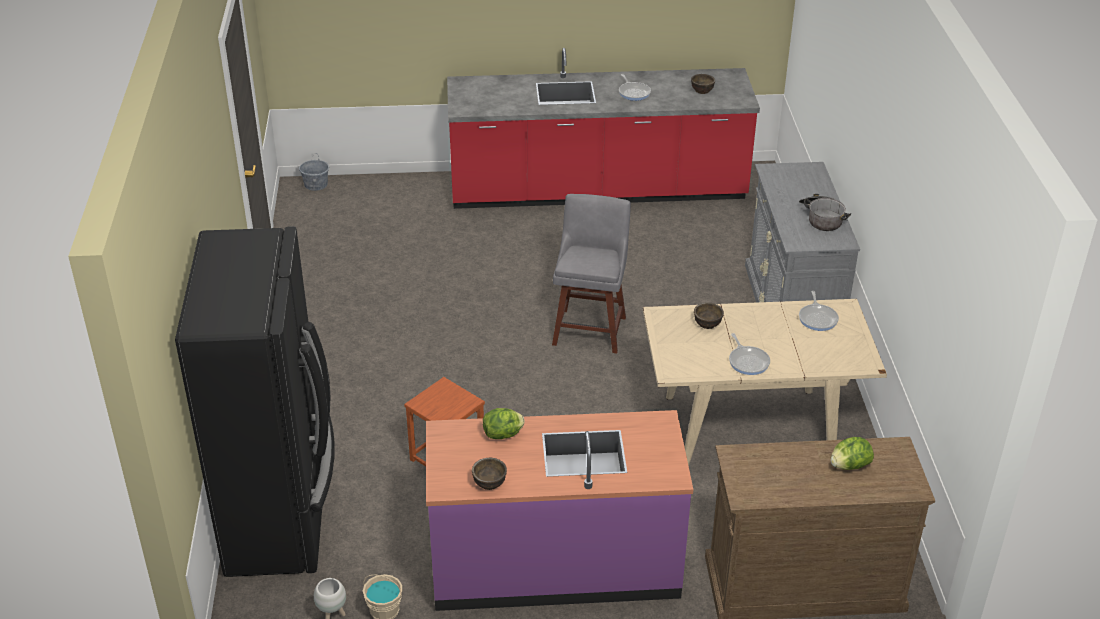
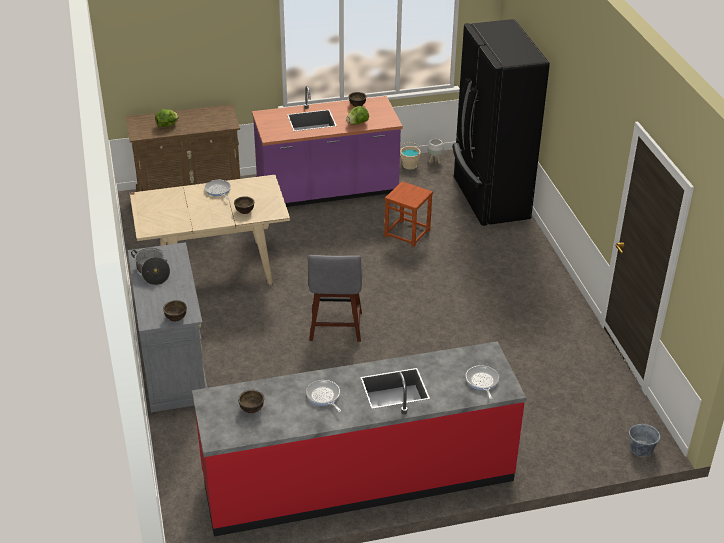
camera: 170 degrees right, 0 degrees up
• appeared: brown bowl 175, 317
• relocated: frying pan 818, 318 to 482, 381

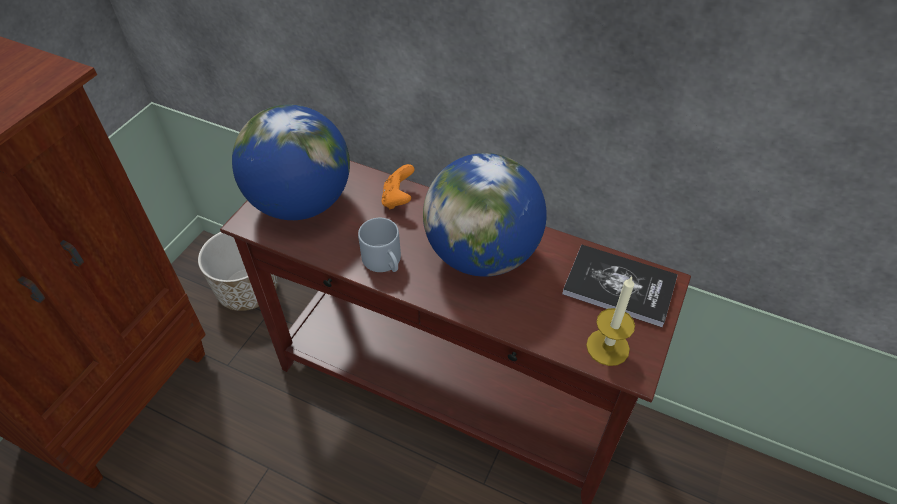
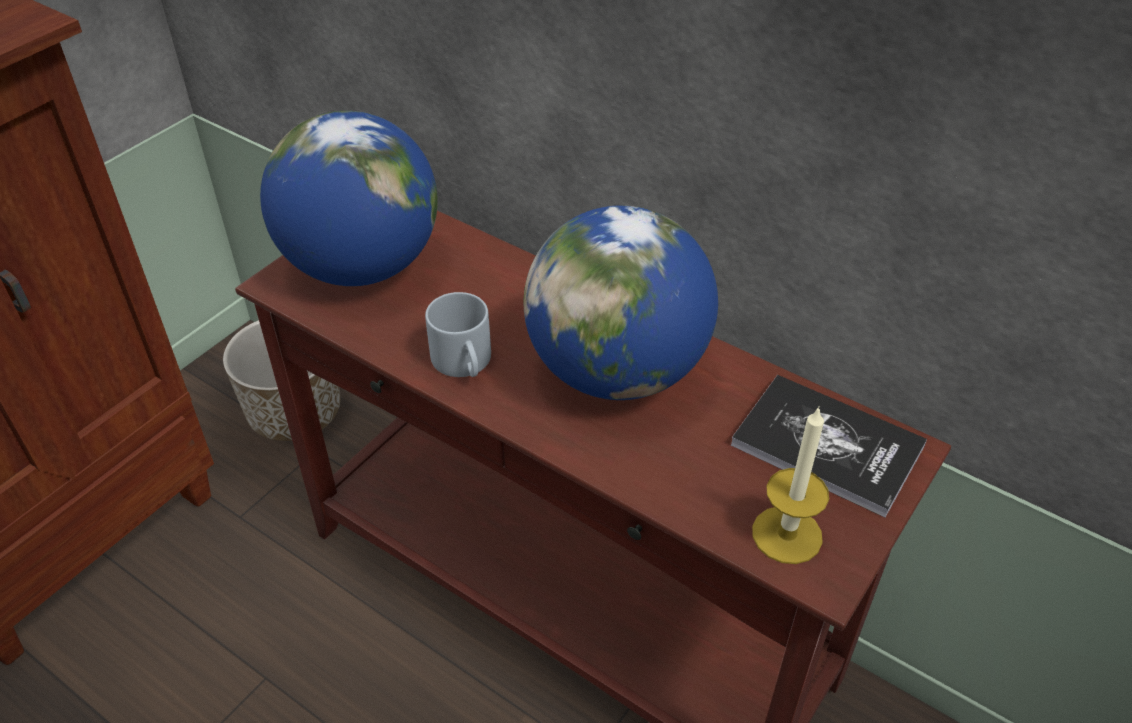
camera: 10 degrees right, 5 degrees down
• missing: orange game controller 398, 199

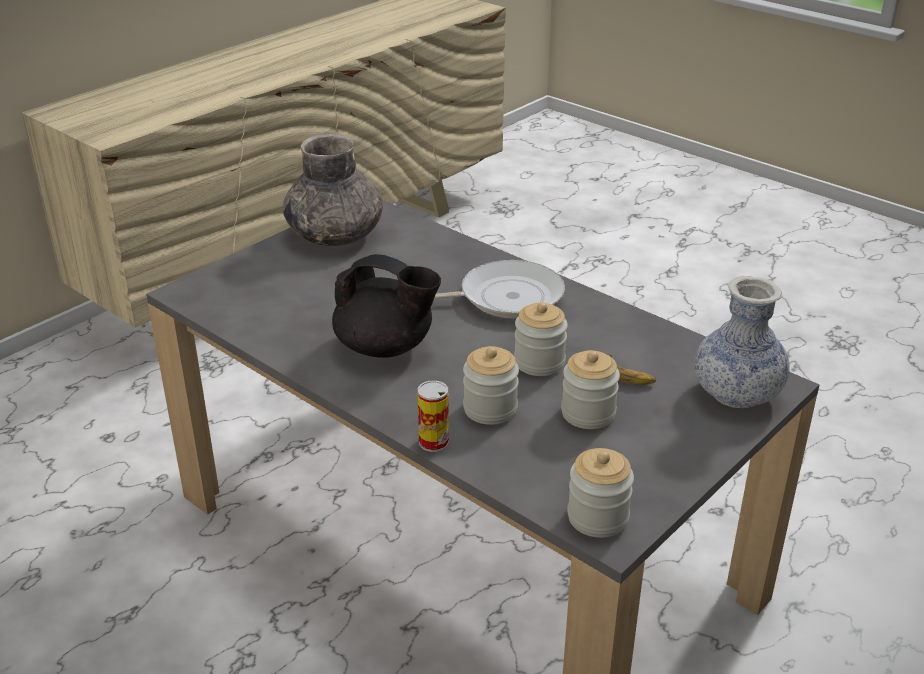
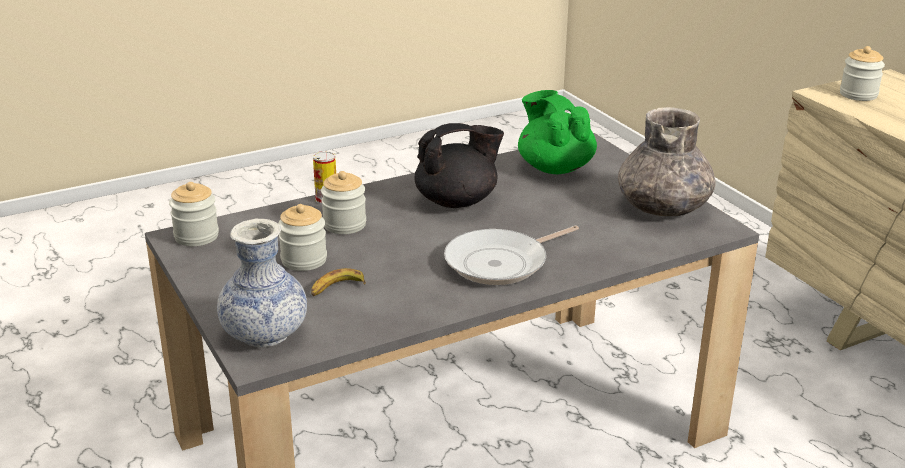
camera: 110 degrees right, 5 degrees down
• appeared: green teapot 554, 167
• relocated: jar 539, 362 to 858, 94
• spun: black teapot 385, 347 = 457, 201 150 degrees counterclockwise
• spun: frying pan 504, 297 = 501, 263 45 degrees clockwise

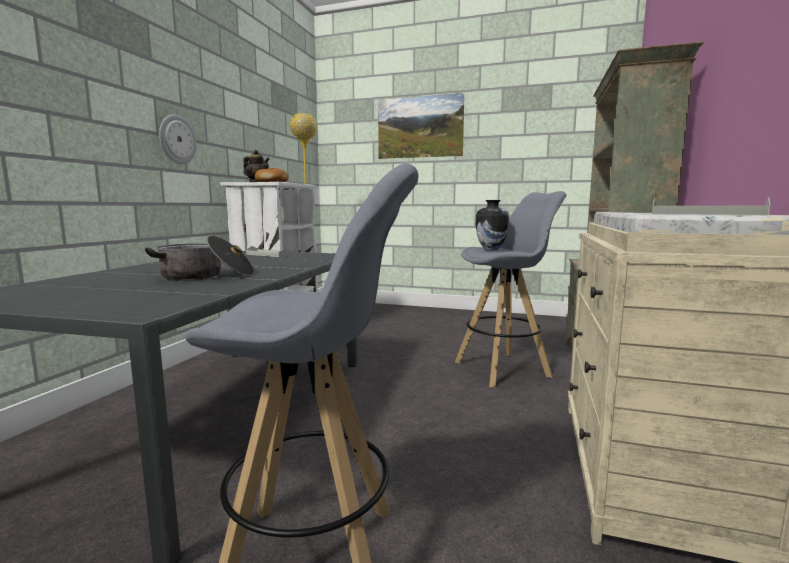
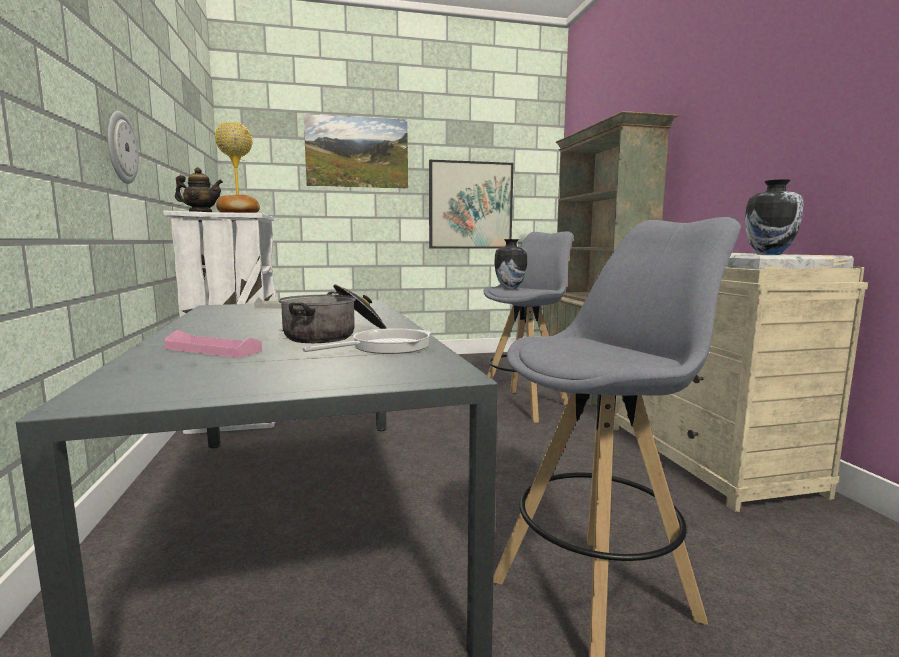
camera: 30 degrees left, 0 degrees up
• appeared: pink tray 213, 350
• appeared: frying pan 385, 347
• appeared: picture 470, 205
• exchanged: grey tray 706, 214 to vase 769, 254

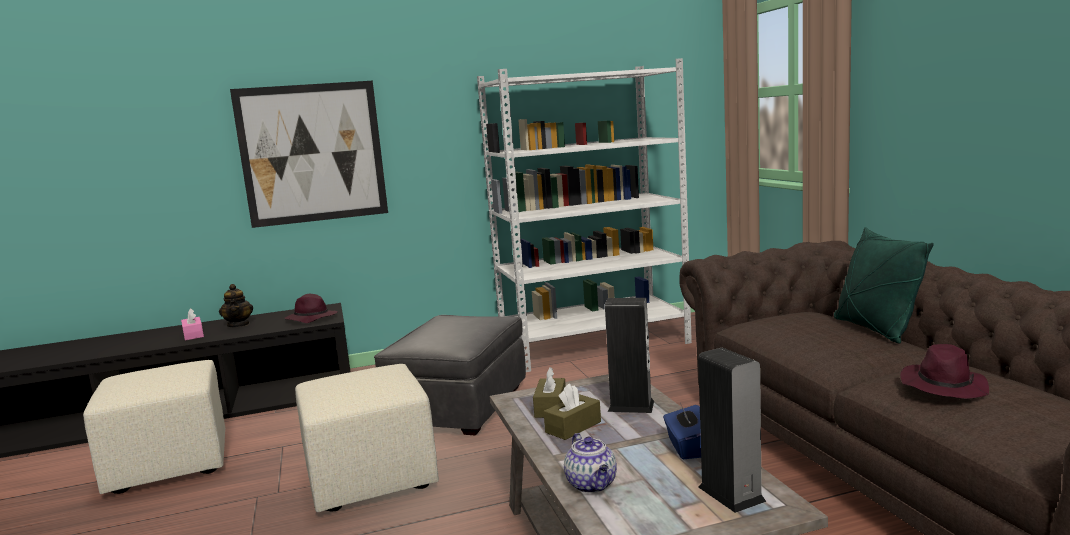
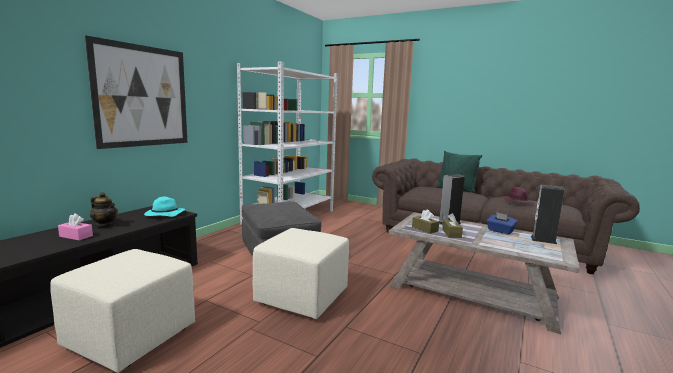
camera: 45 degrees left, 0 degrees up
• missing: teapot 592, 485
• colour: purple hat 311, 319 to turquoise hat 164, 214

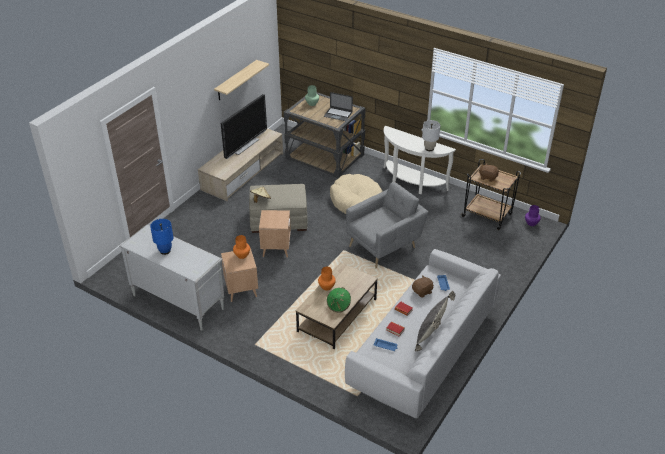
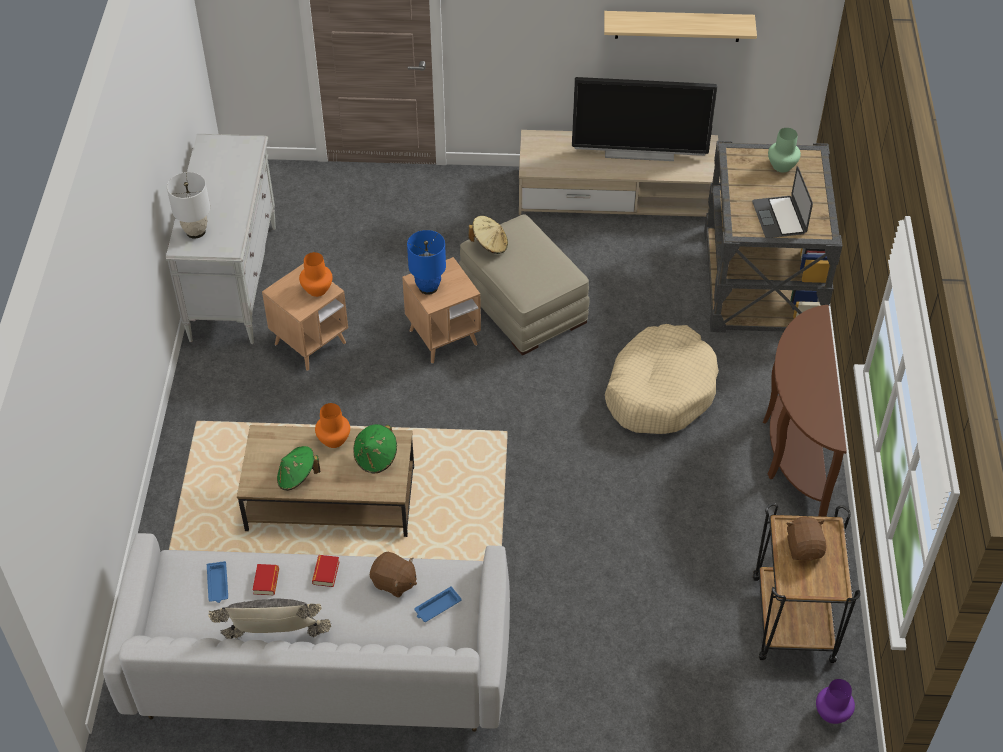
camera: 60 degrees right, 10 degrees up
• missing: grey armchair 385, 246
• appeared: green hat 376, 458
• relocated: blue table lamp 165, 251 to 428, 287
• relocated: white table lamp 429, 148 to 195, 231
• colour: white console table 411, 183 to brown console table 793, 448

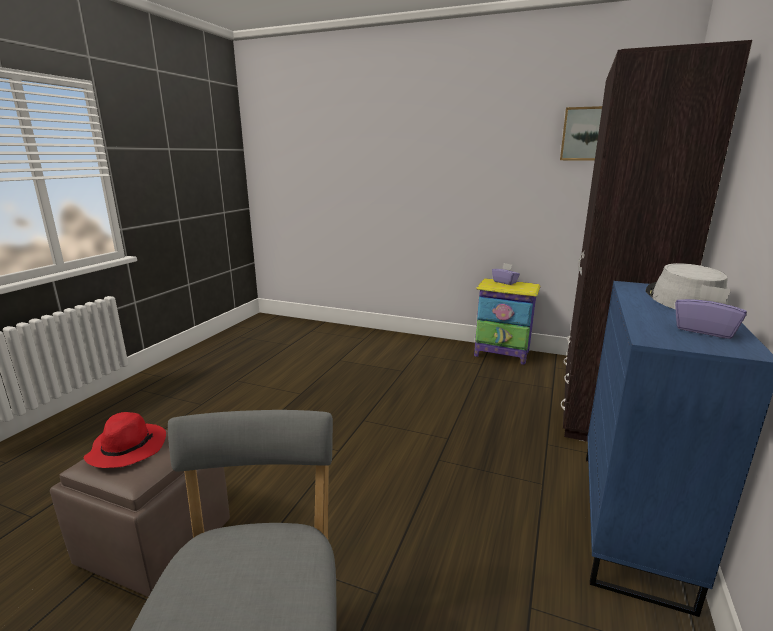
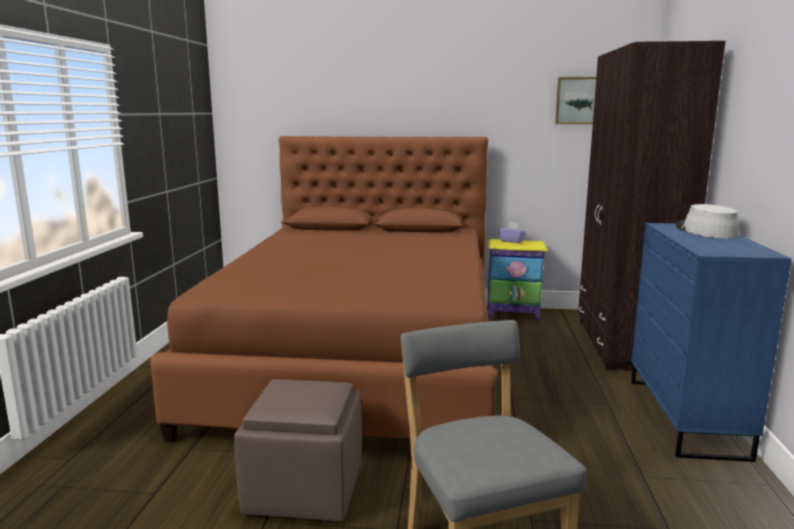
camera: 15 degrees left, 5 degrees down
• missing: red hat 127, 448
• missing: purple tissue box 705, 330
• appeared: brown bed 361, 357

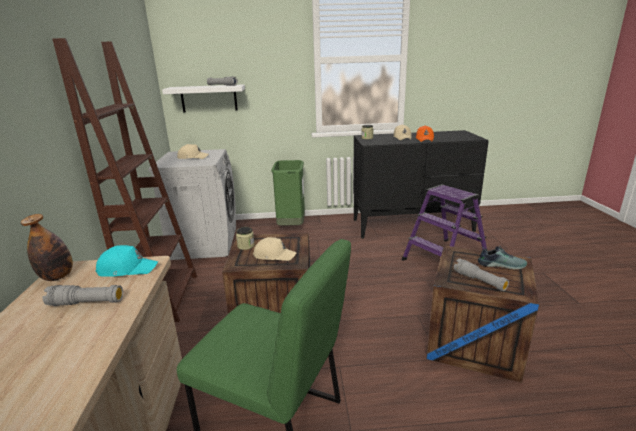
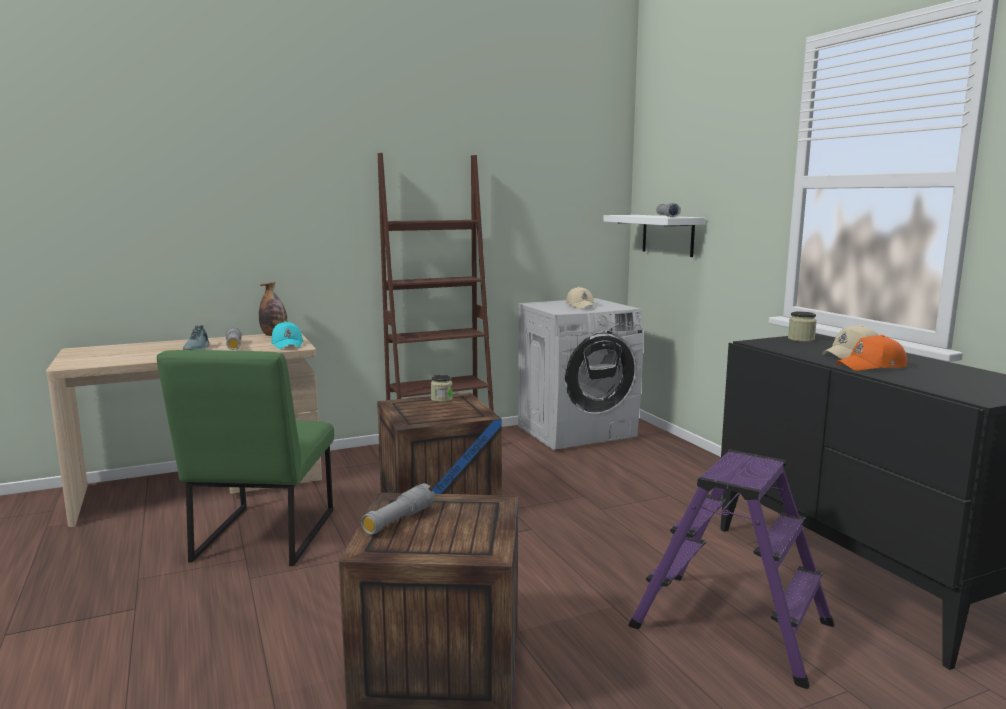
camera: 70 degrees right, 10 degrees down
• missing: beige cap 274, 255
• missing: green trash can 291, 227
• relocated: shoe 501, 264 to 198, 349

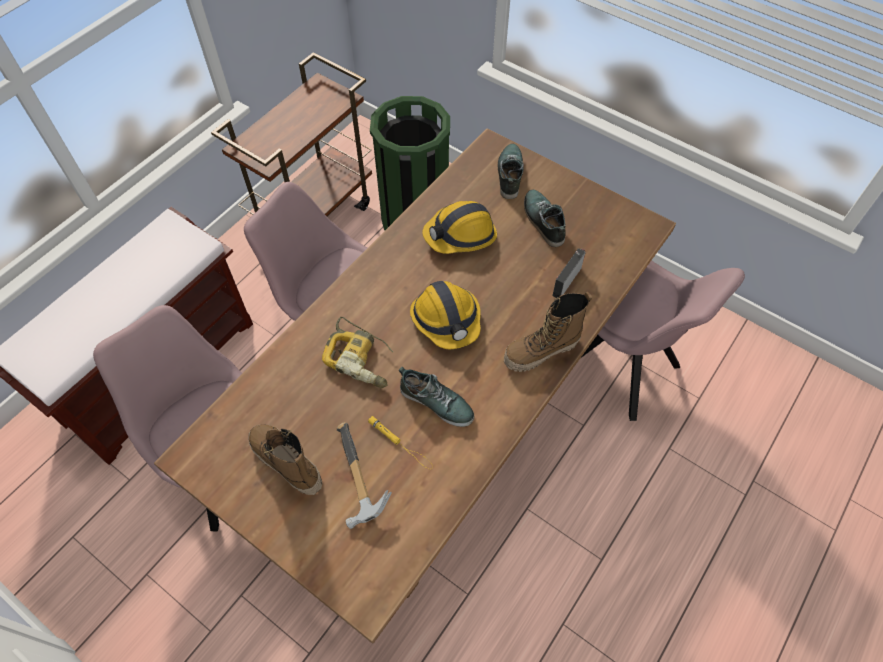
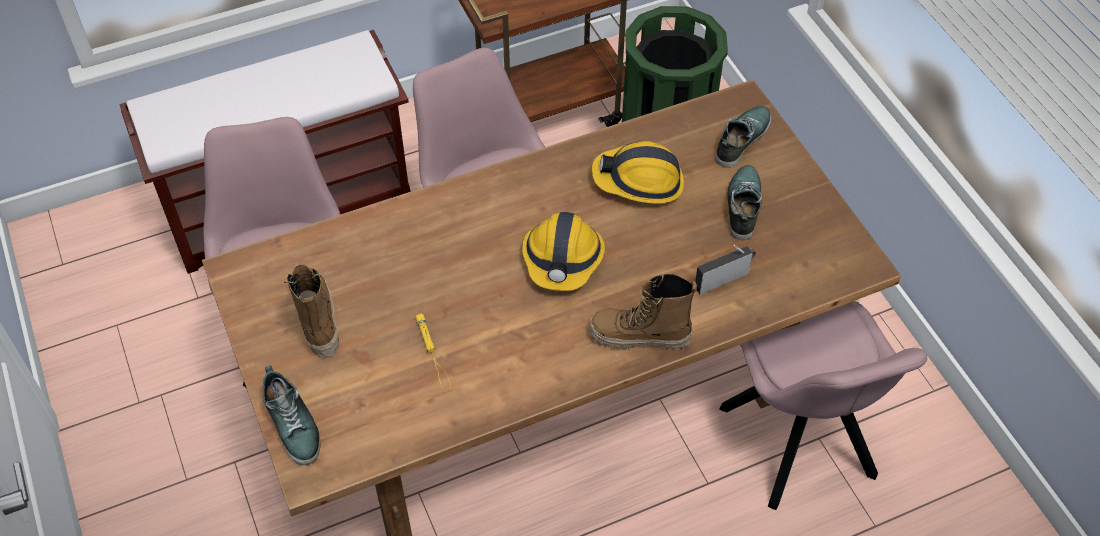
camera: 30 degrees right, 5 degrees down
• missing: power drill 361, 358
• missing: hammer 354, 480
• relocated: shoe 437, 402 to 293, 424

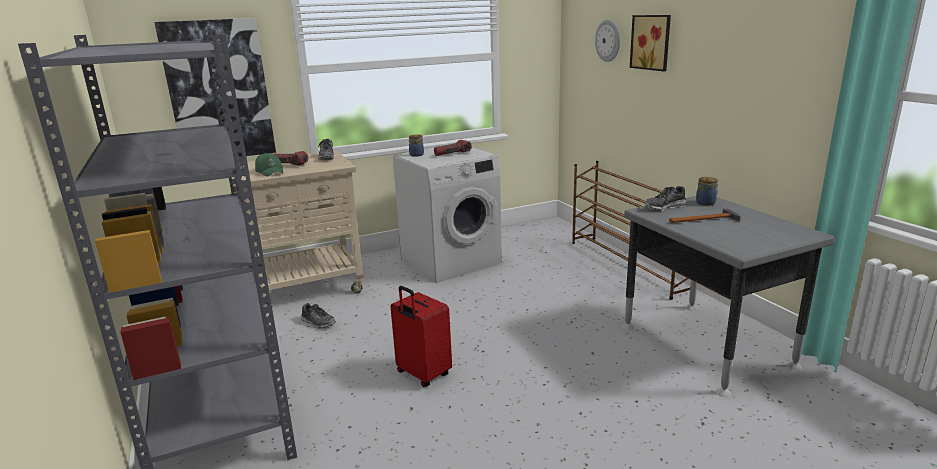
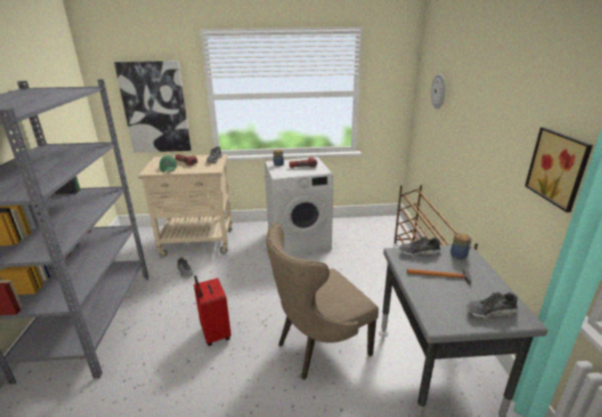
camera: 20 degrees right, 5 degrees up
• appeared: beige chair 318, 347
• appeared: shoe 490, 312
• relocated: picture 652, 42 to 559, 167

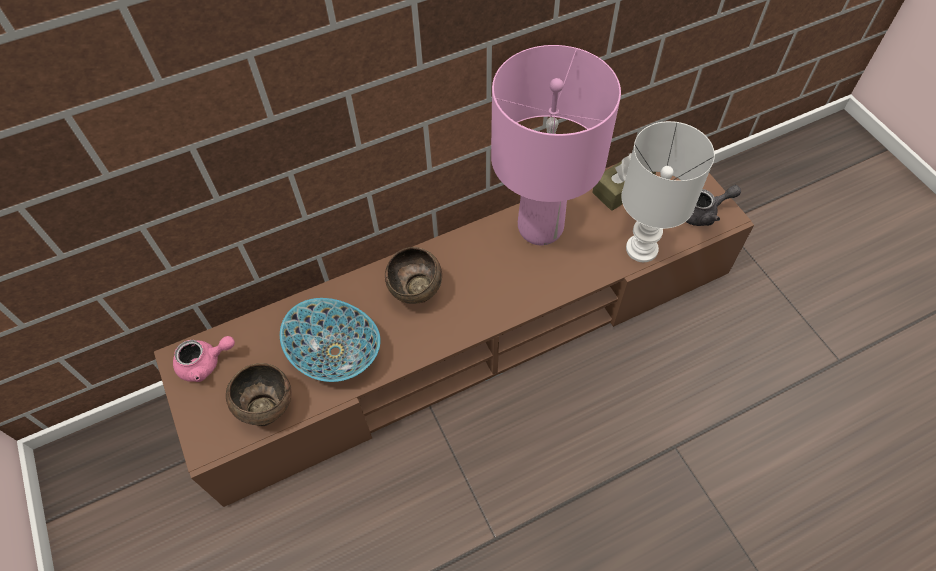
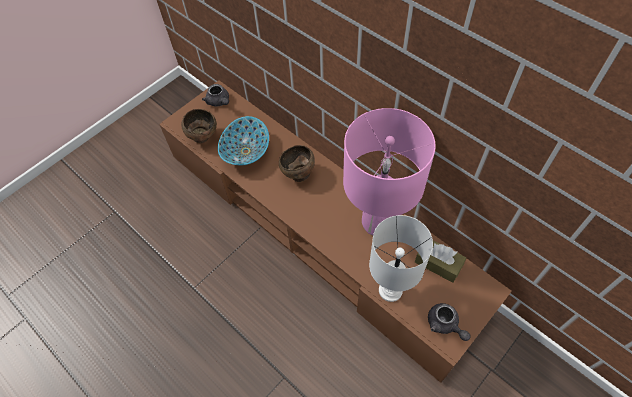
camera: 70 degrees right, 0 degrees up
• colour: pink teapot 205, 363 to grey teapot 219, 102

